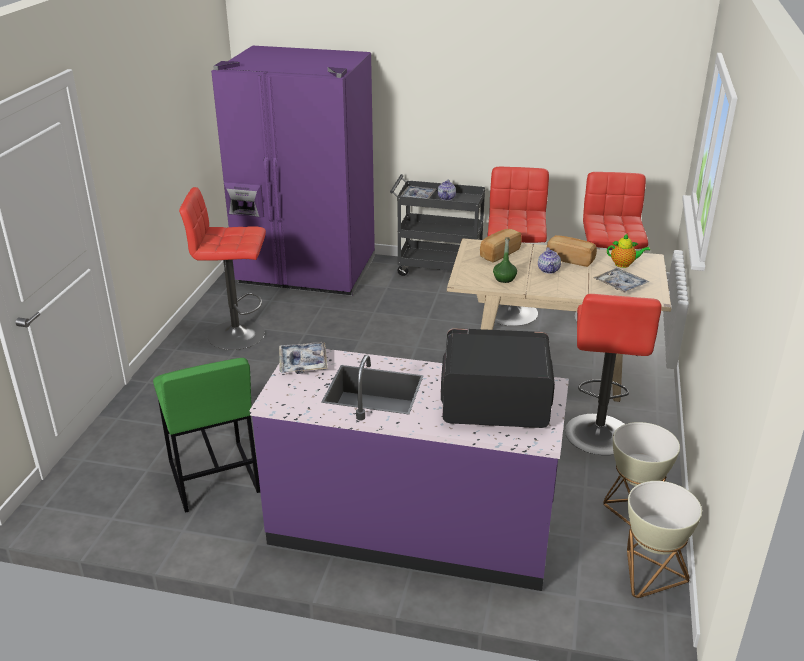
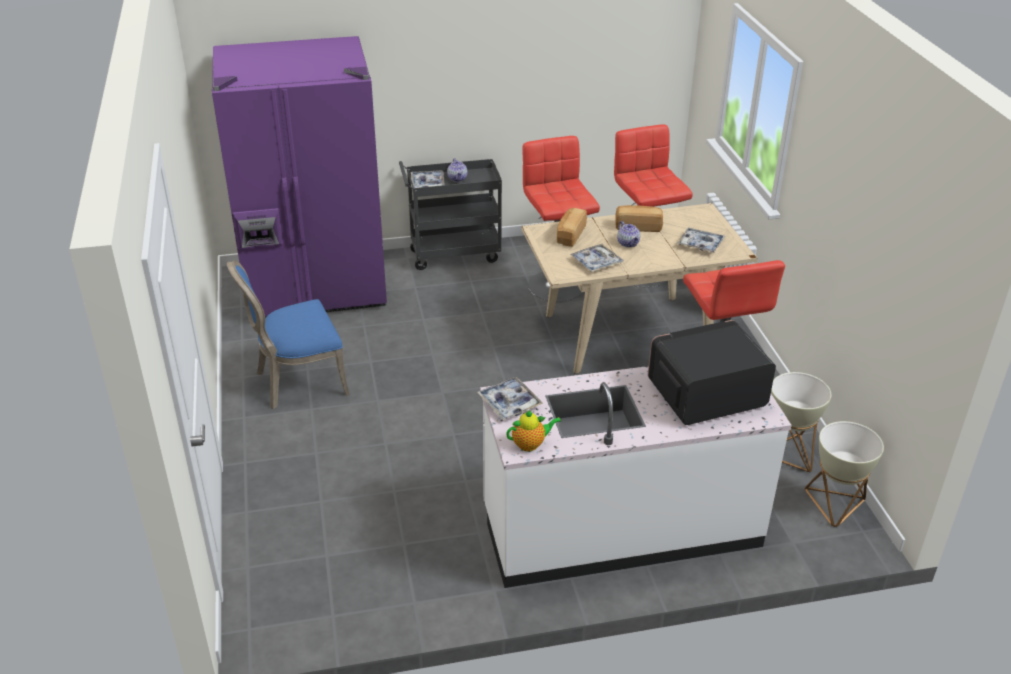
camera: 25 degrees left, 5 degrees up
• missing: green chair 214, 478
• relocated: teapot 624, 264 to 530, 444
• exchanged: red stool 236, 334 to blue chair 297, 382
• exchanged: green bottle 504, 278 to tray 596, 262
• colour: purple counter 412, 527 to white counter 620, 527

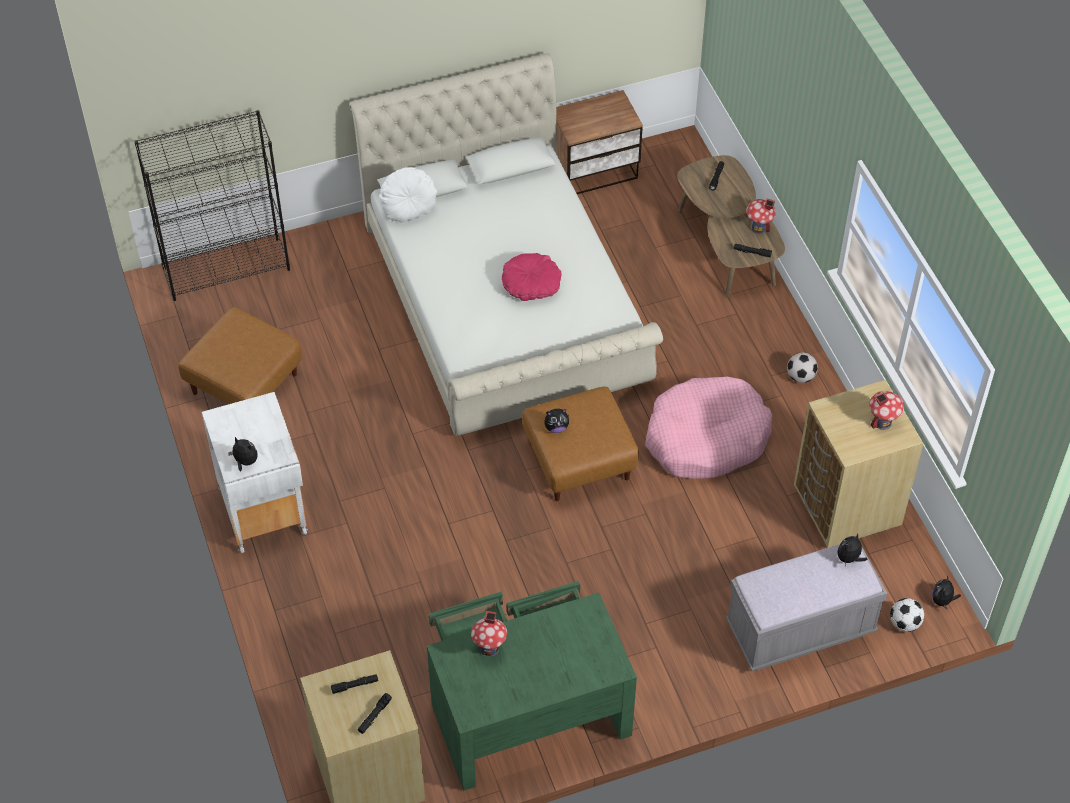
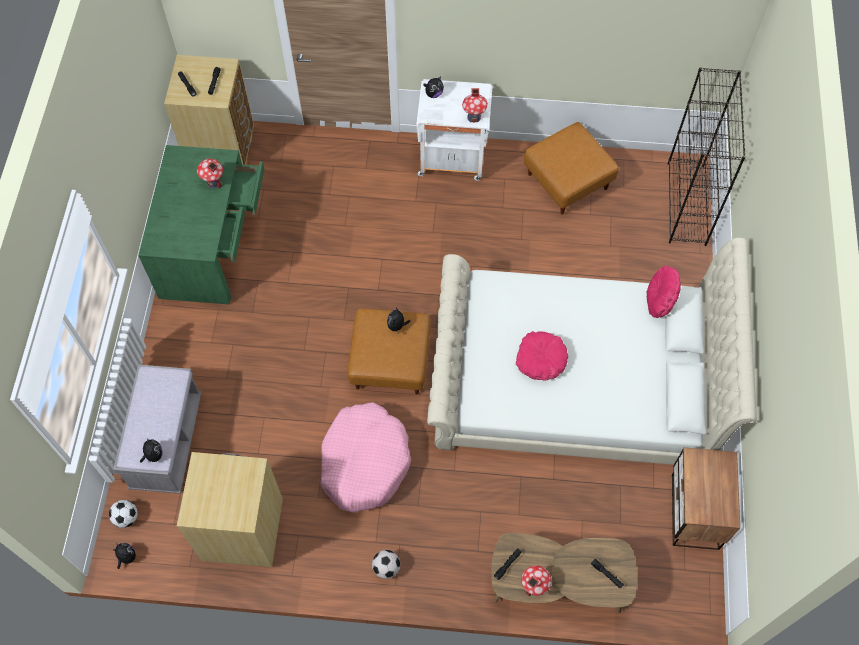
camera: 115 degrees right, 10 degrees up
• relocated: toy house 882, 422 to 474, 117
• colour: white pillow 409, 212 to pink pillow 658, 302

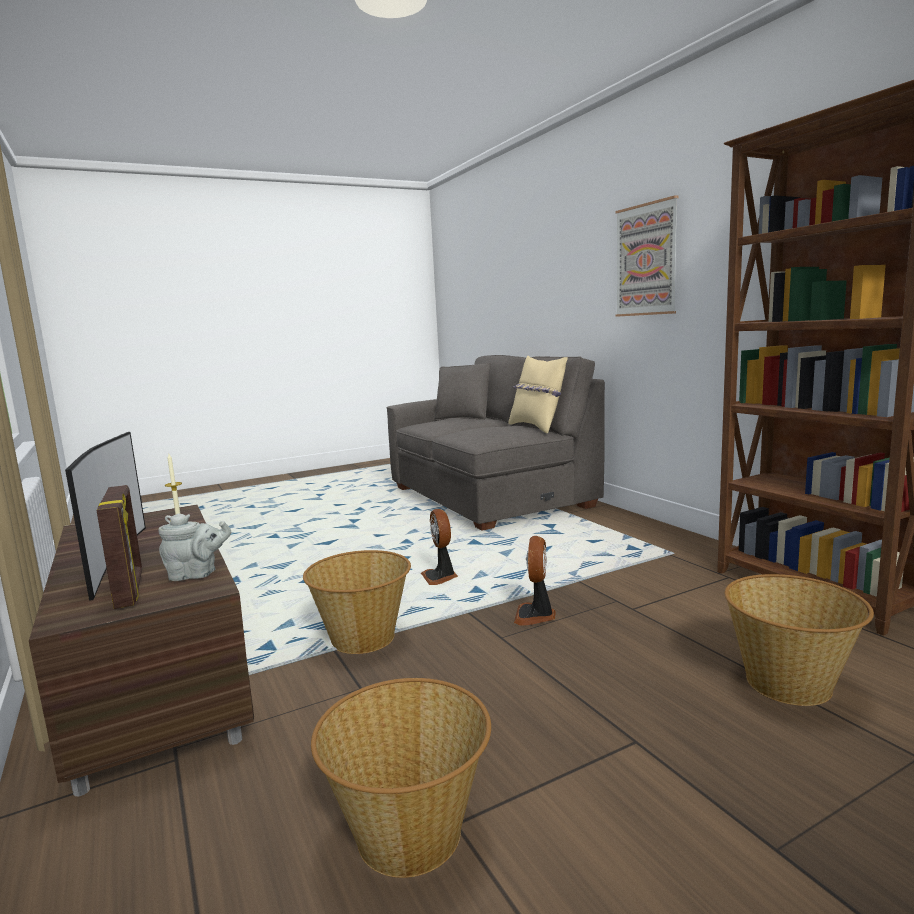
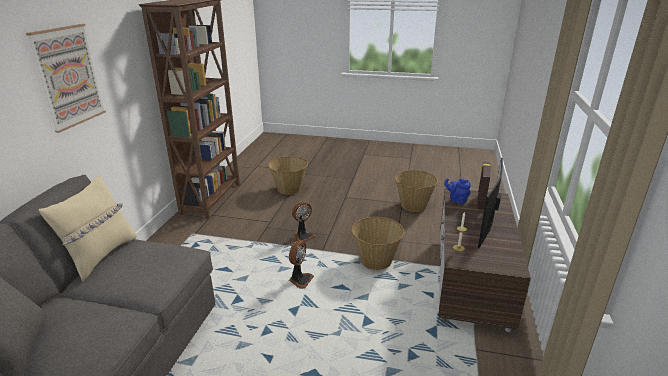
camera: 140 degrees left, 15 degrees up
• colour: grey teapot 196, 574 to blue teapot 456, 200

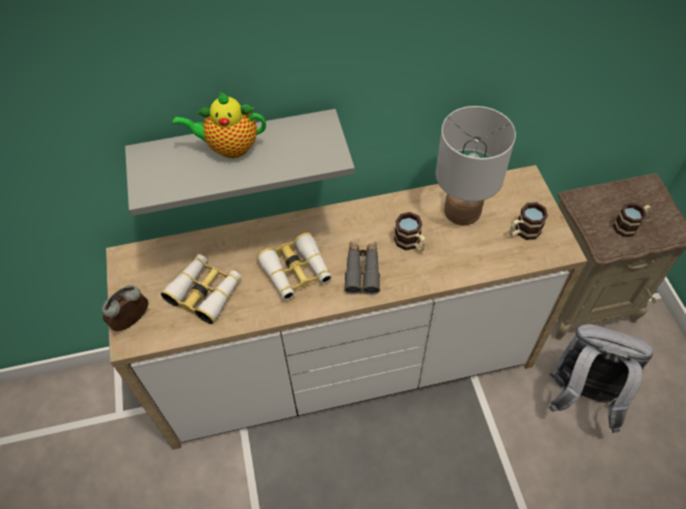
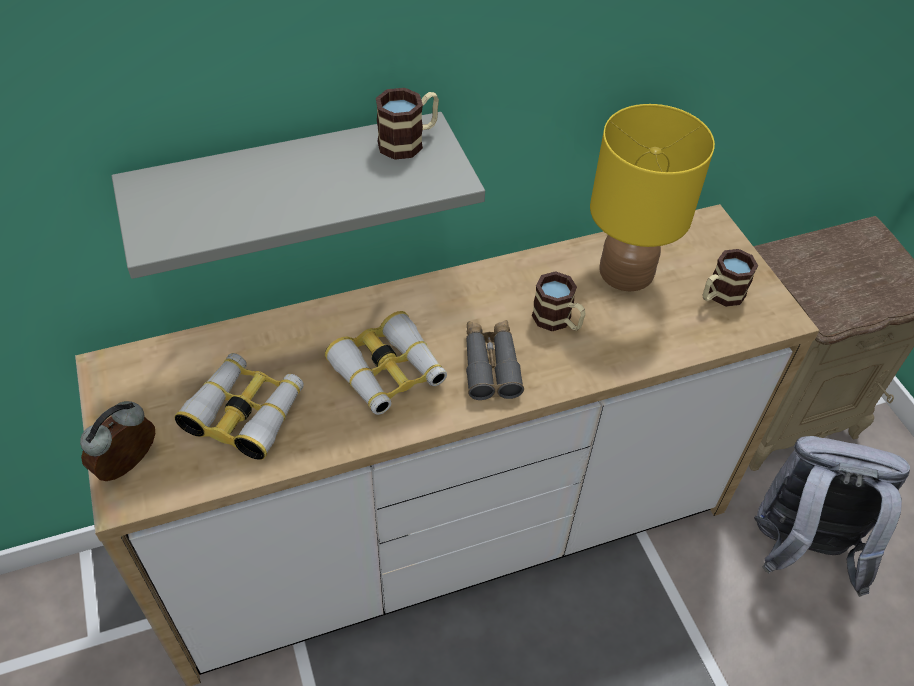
camera: 10 degrees left, 5 degrees down
• missing: teapot 229, 147
• relocated: mug 629, 226 to 409, 141
• colour: grey table lamp 461, 211 to yellow table lamp 625, 271

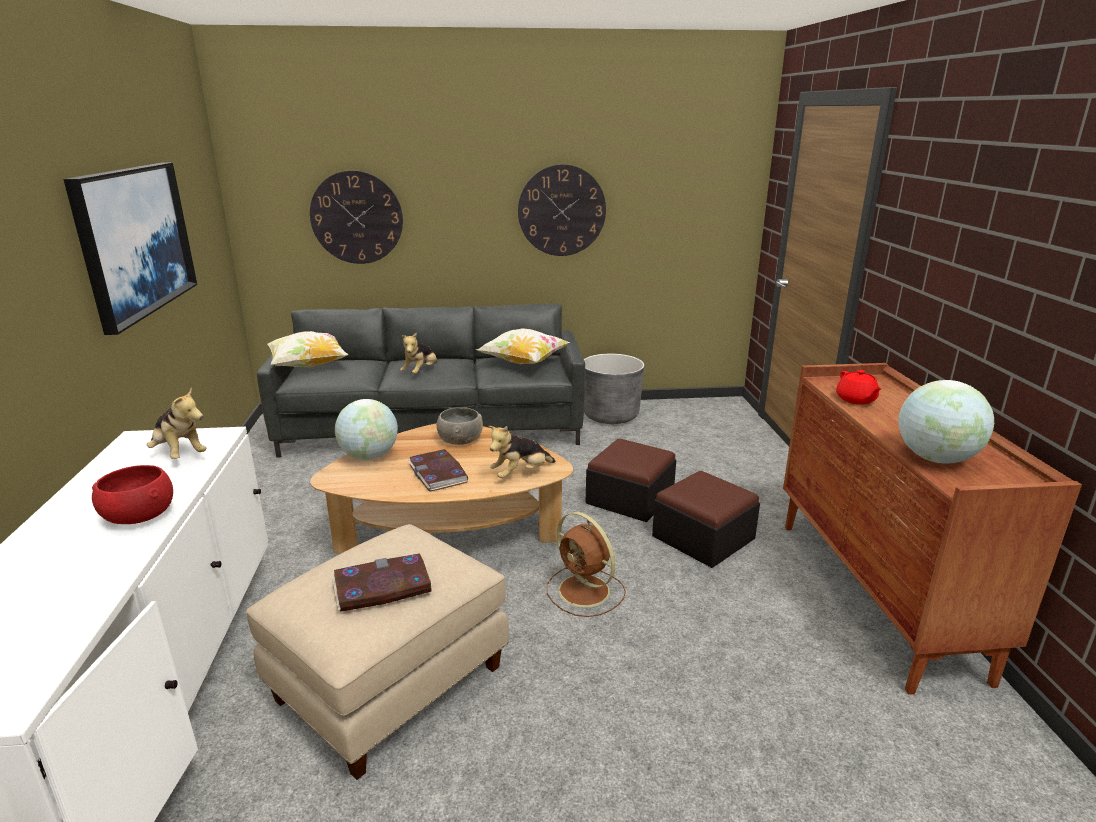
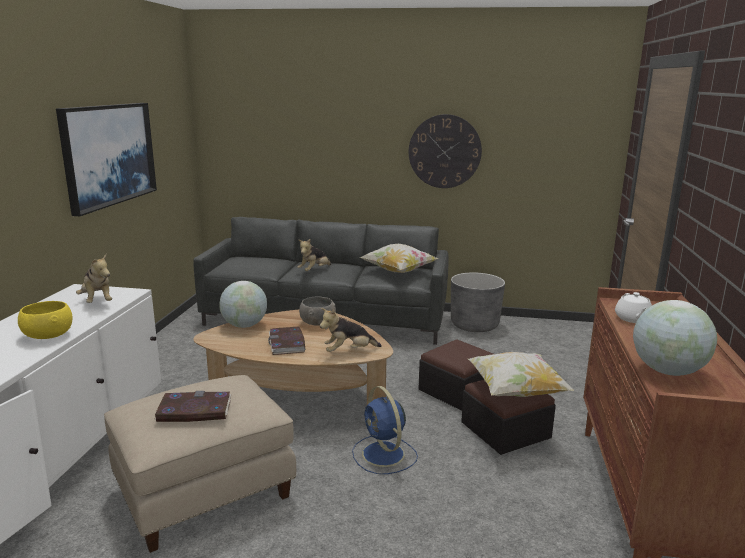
camera: 15 degrees right, 5 degrees down
• missing: wall clock 357, 218
• relocated: pillow 309, 366 to 516, 392
• colour: red bowl 139, 516 to yellow bowl 48, 335
• colour: brown fan 586, 592 to blue fan 384, 455
• colour: red teapot 856, 400 to white teapot 632, 319

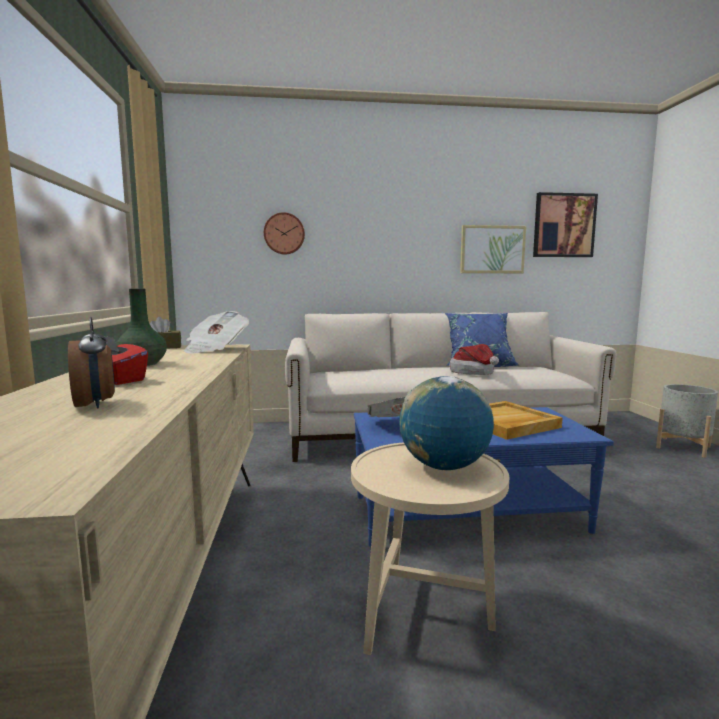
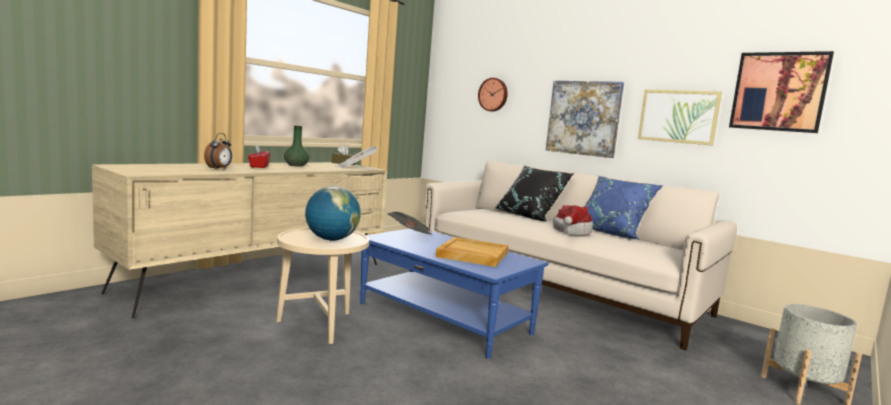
camera: 45 degrees right, 0 degrees up
• appeared: black pillow 530, 216
• appeared: picture 583, 118

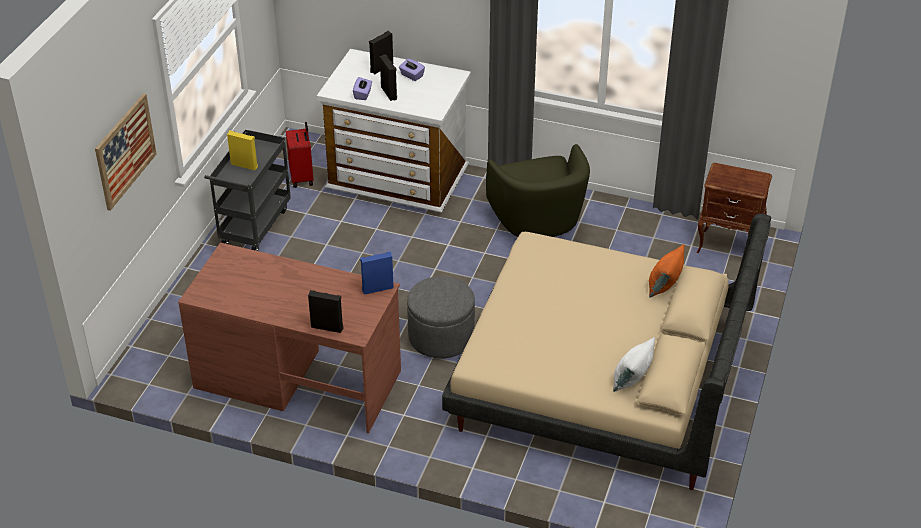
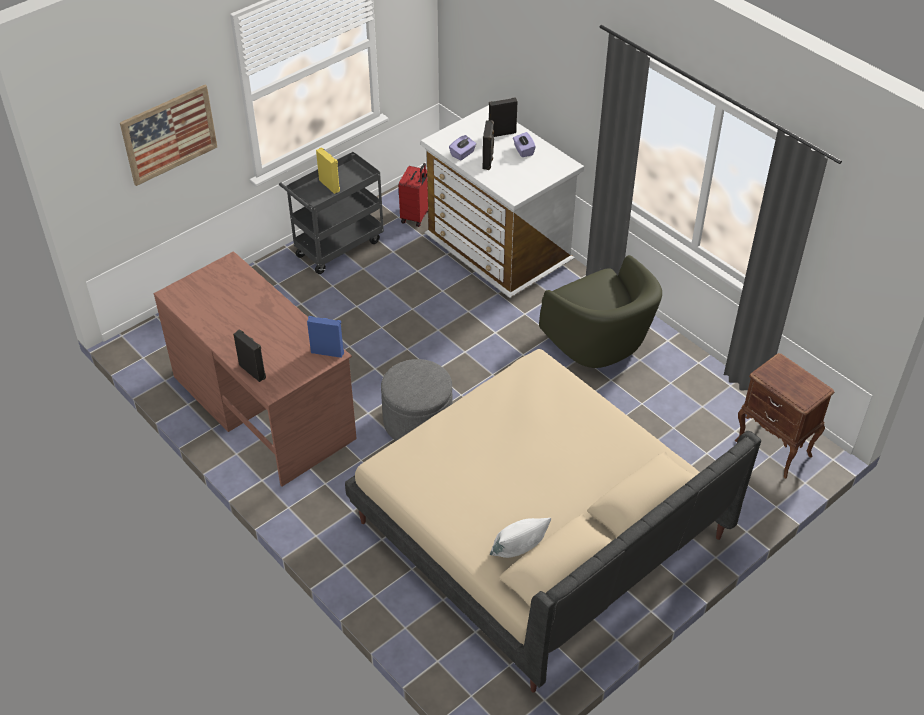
camera: 30 degrees right, 5 degrees up
• missing: orange pillow 664, 286
• spun: green armchair 538, 222 = 598, 344 45 degrees counterclockwise

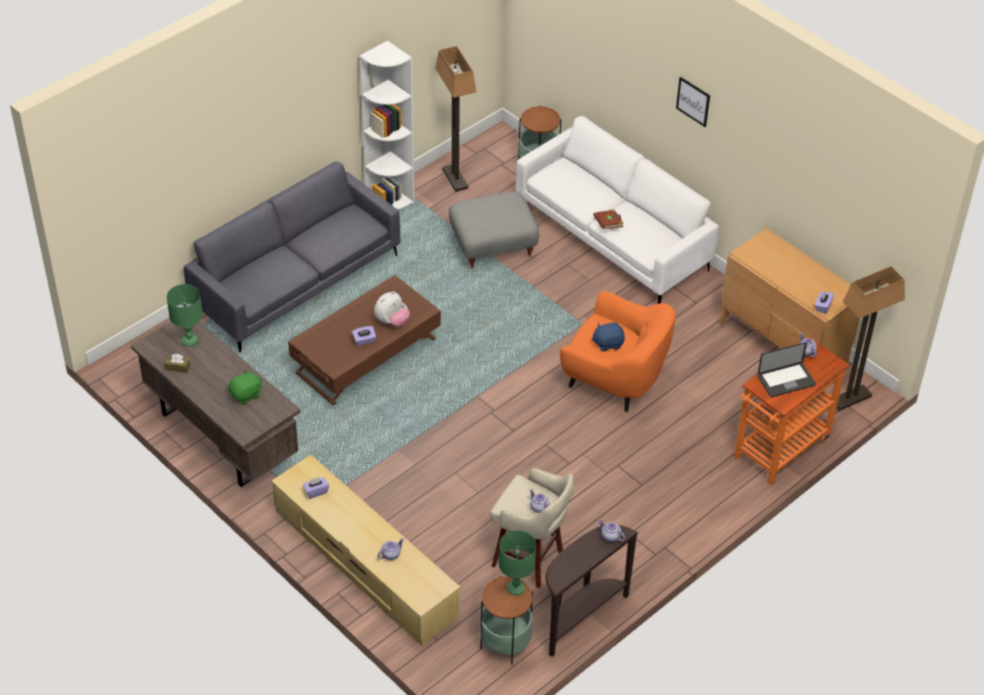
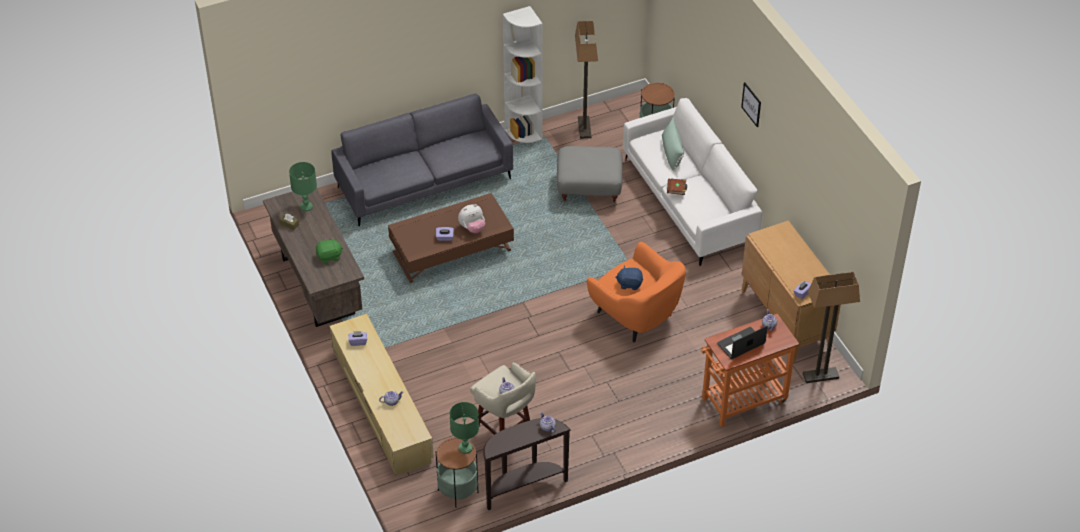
camera: 20 degrees right, 0 degrees up
• appeared: green pillow 671, 153
• spun: laptop 786, 381 = 741, 344 150 degrees clockwise

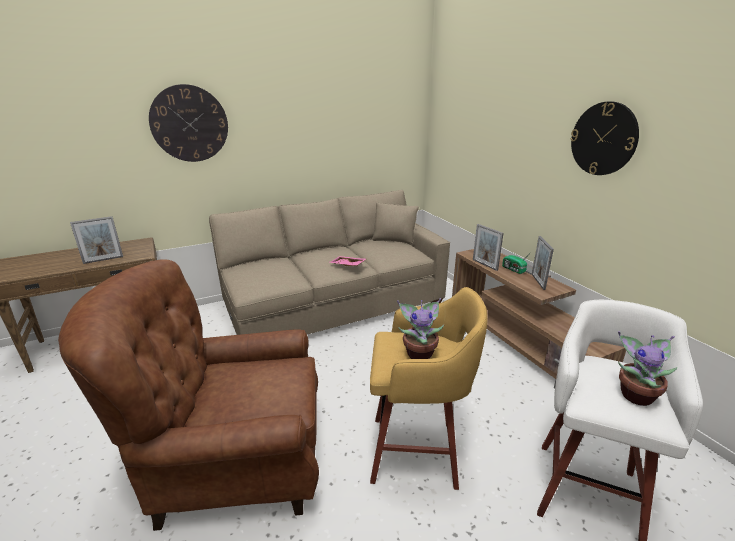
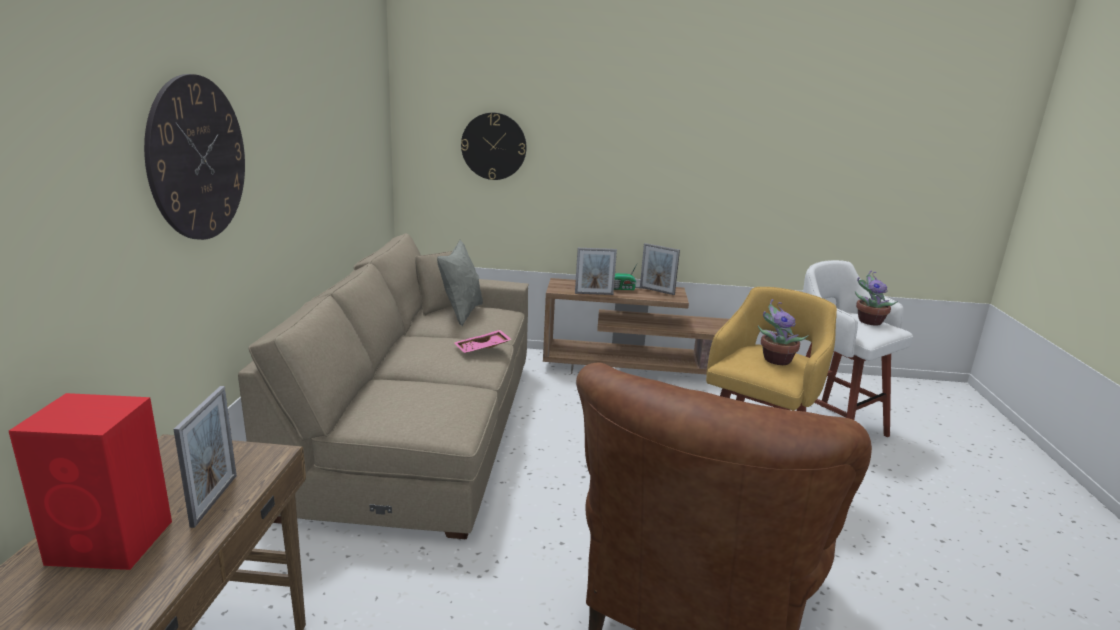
camera: 60 degrees left, 5 degrees down
• appeared: red speaker 113, 542
• appeared: grey pillow 461, 313
• relocated: wall clock 603, 139 to 494, 146

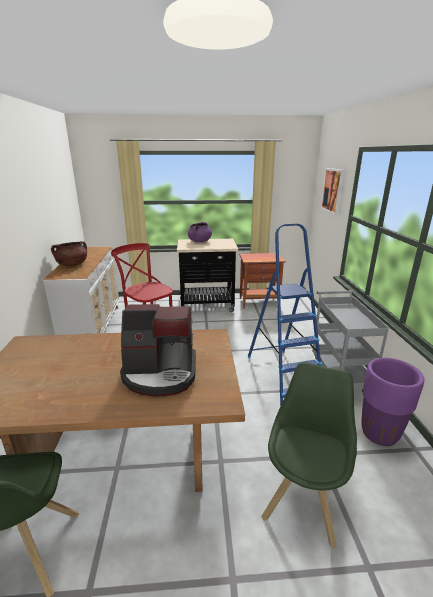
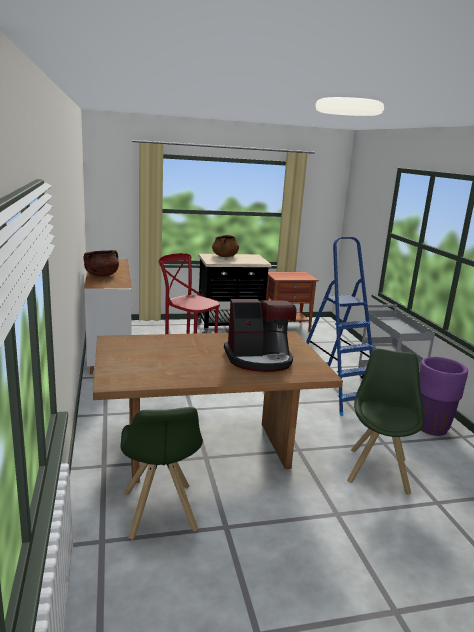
camera: 10 degrees left, 5 degrees down
• missing: picture 333, 190
• colour: purple cooking pot 200, 241 to brown cooking pot 225, 256

